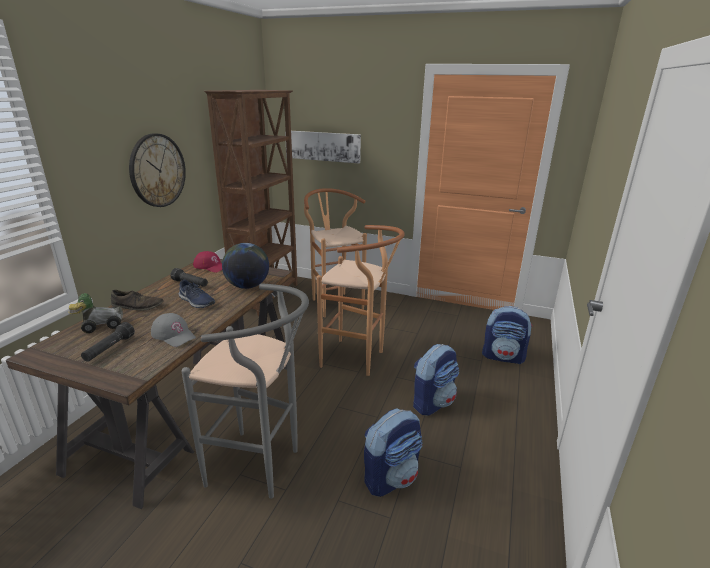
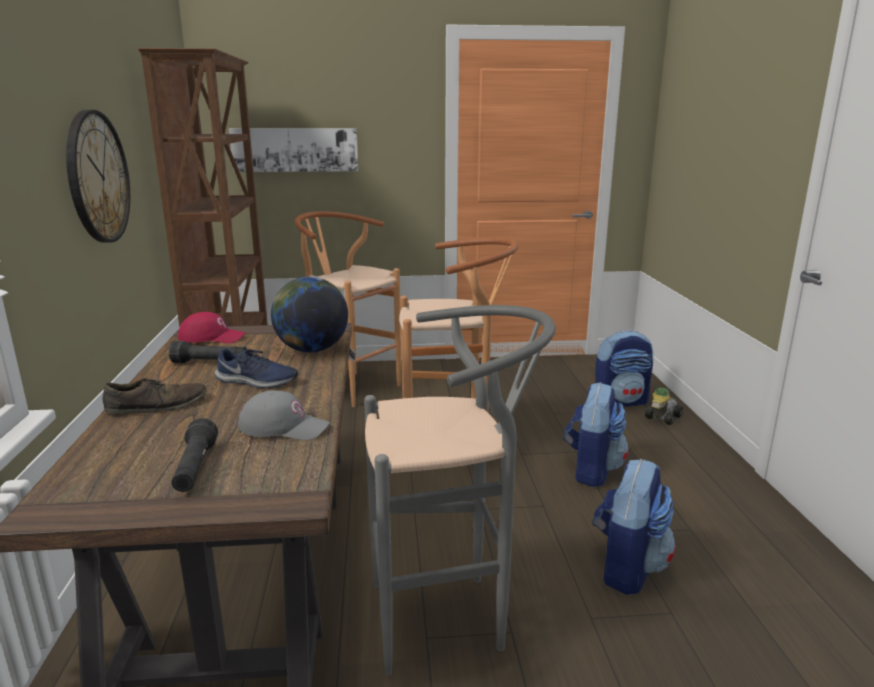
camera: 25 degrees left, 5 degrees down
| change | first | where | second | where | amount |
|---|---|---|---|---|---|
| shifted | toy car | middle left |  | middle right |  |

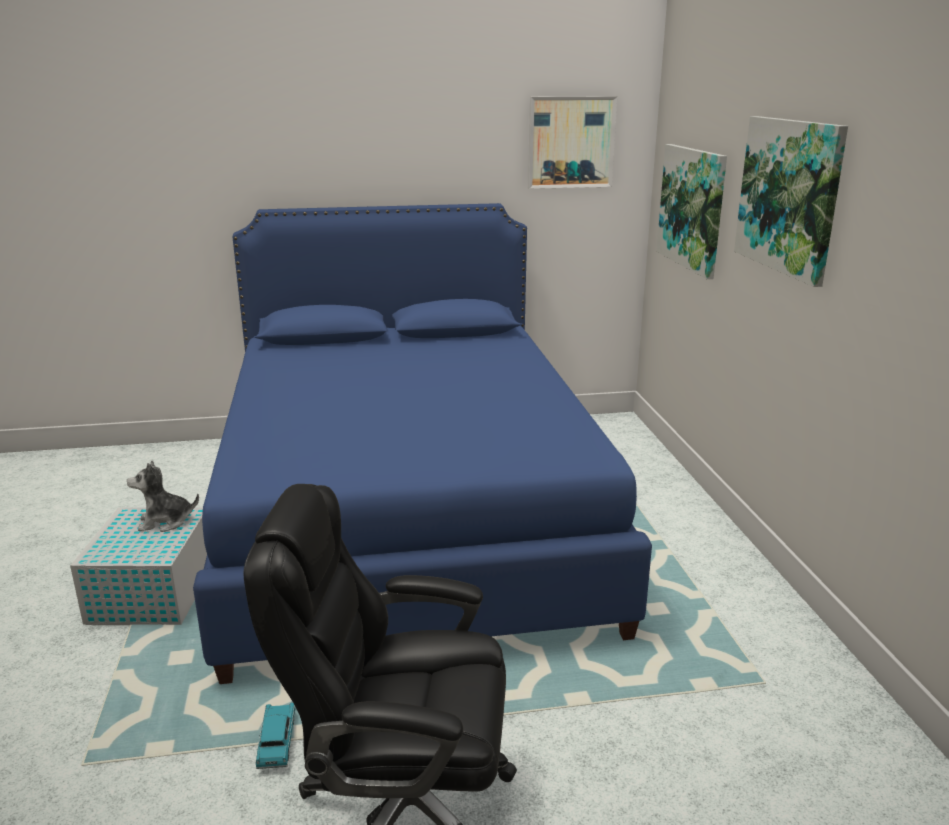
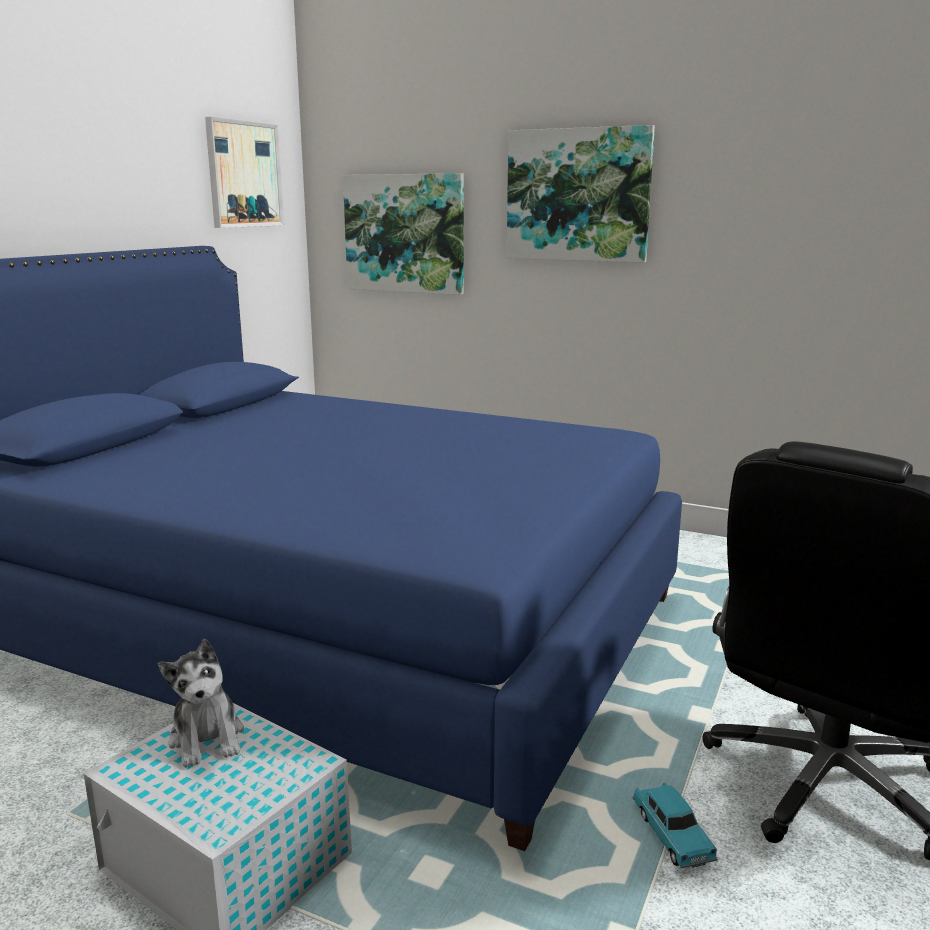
camera: 55 degrees left, 5 degrees down
| change | first | where | second | where | amount |
|---|---|---|---|---|---|
| rotated | plush toy | middle left |  | bottom left | 45 degrees counterclockwise |
| rotated | toy car in turquoise | bottom left |  | bottom right | 135 degrees counterclockwise |

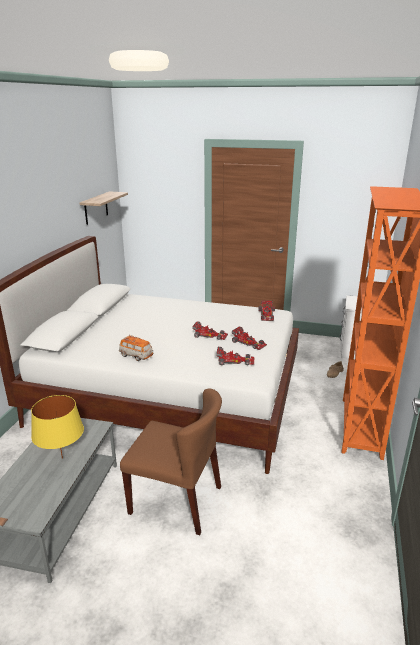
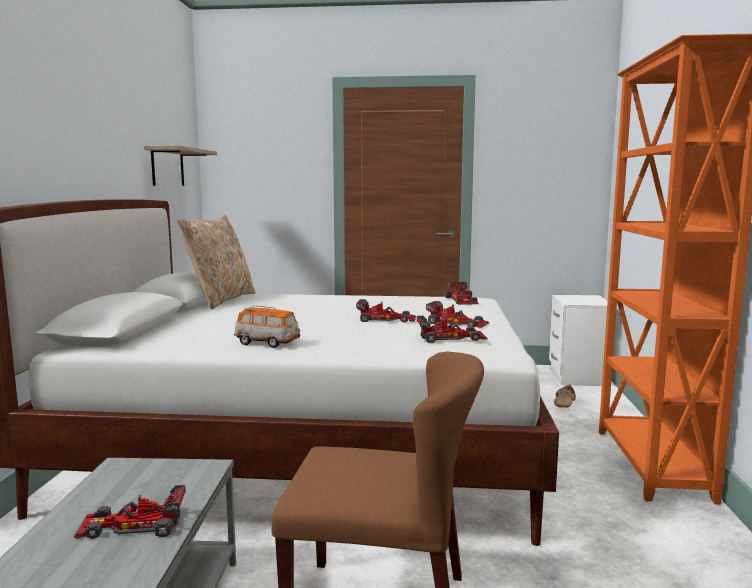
camera: 10 degrees left, 15 degrees down
| change | first | where | second | where | amount |
|---|---|---|---|---|---|
| swapped | table lamp in yellow | middle left | toy car (no. 1 from left) | bottom left |  |
| new |  |  | pillow in beige | middle left |  |

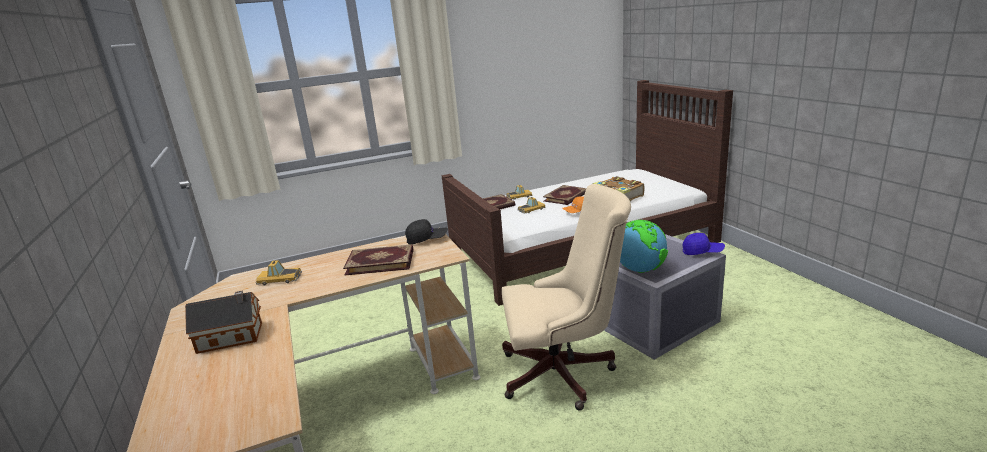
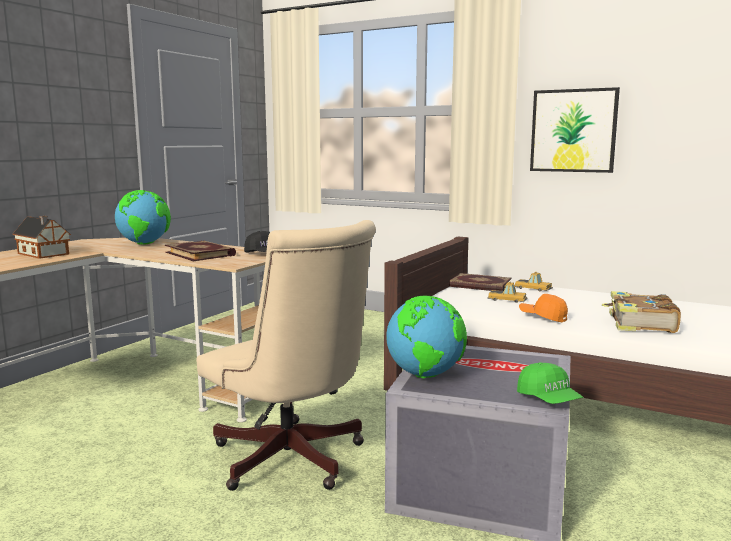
camera: 50 degrees right, 10 degrees down
| change | first | where | second | where | amount |
|---|---|---|---|---|---|
| gone | book (no. 3 from left) | centre |  |  |  |
| repainted | cap in blue | middle right | cap in green | bottom right |  |
| swapped | toy car (no. 1 from left) | middle left | globe (no. 1 from left) | middle left |  |
| new |  |  | picture | top right |  |

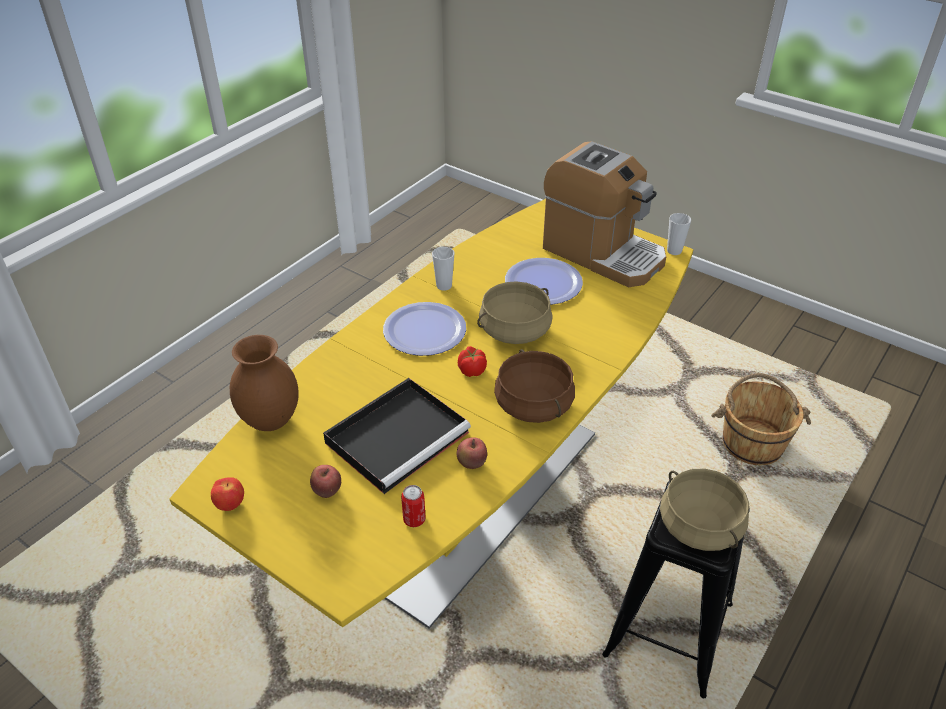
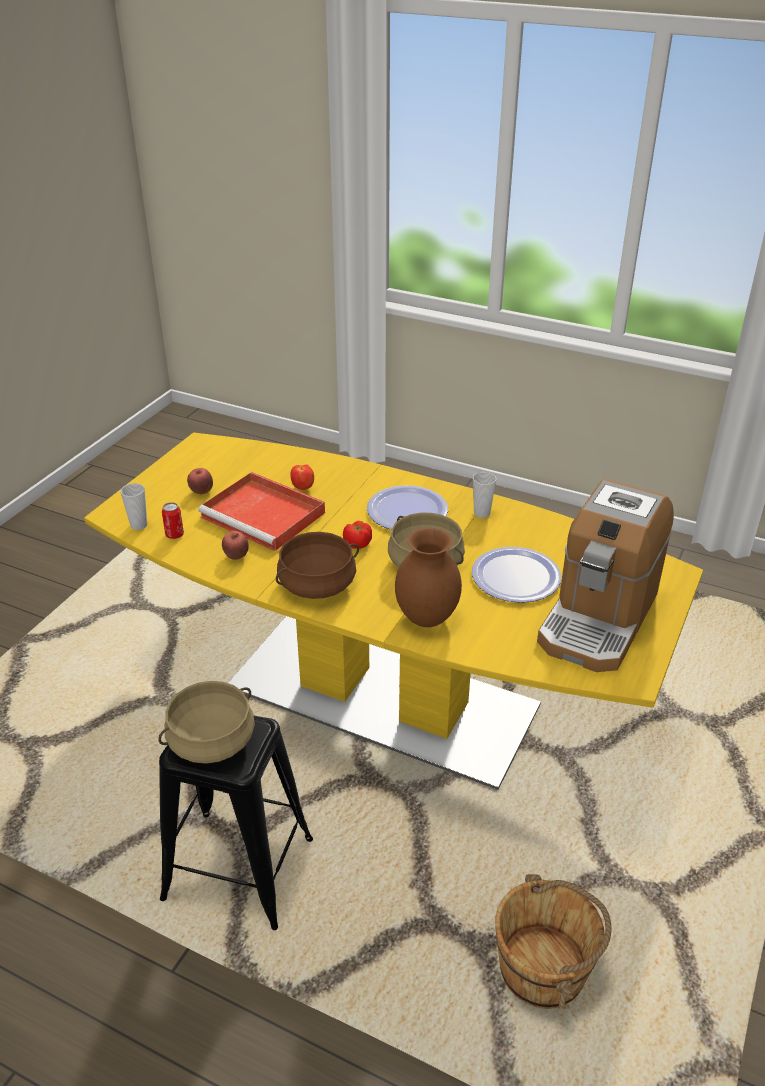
camera: 80 degrees right, 5 degrees down
| change | first | where | second | where | amount |
|---|---|---|---|---|---|
| shifted | cup (no. 2 from left in the first image) | top right | cup (no. 1 from left) | middle left |  |
| shifted | vase in brown | middle left |  | centre |  |
| repainted | tray in black | centre | tray in red | centre |  |
| shifted | apple (no. 1 from left in the first image) | bottom left | apple (no. 3 from left) | centre |  |

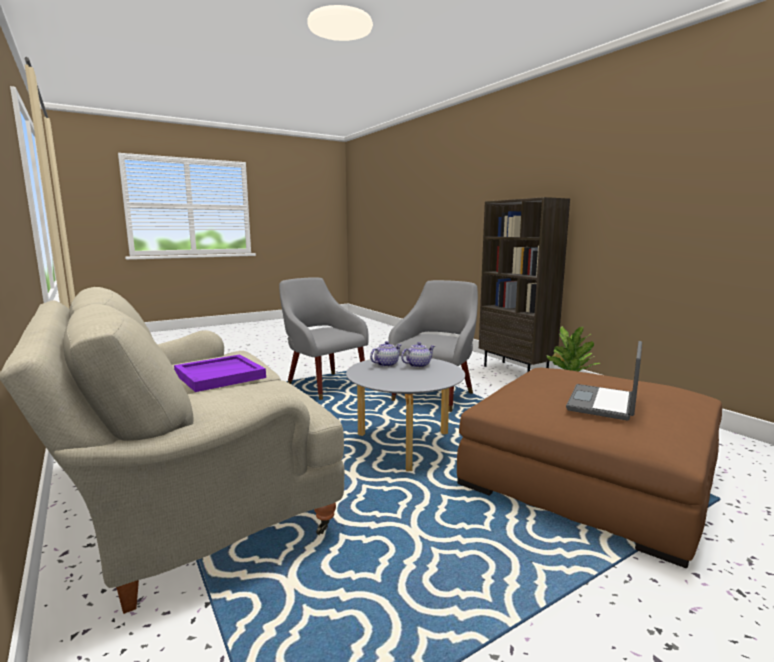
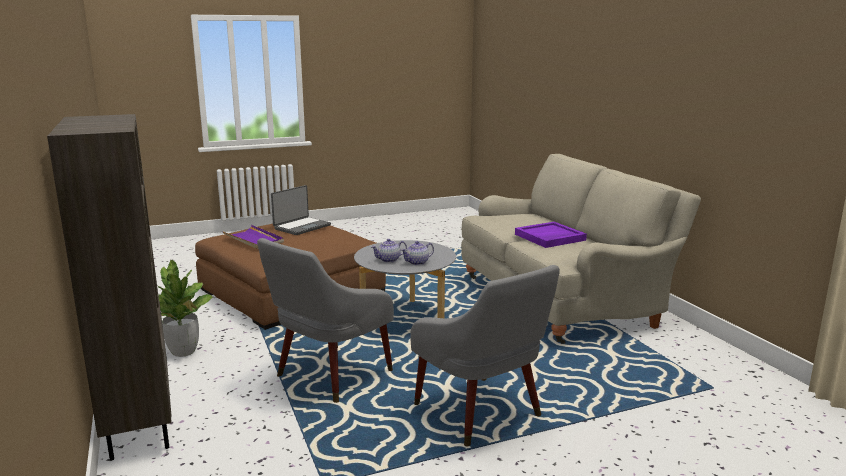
camera: 170 degrees left, 5 degrees up
| change | first | where | second | where | amount |
|---|---|---|---|---|---|
| new |  |  | tray in purple (no. 1 from left) | middle left |  |

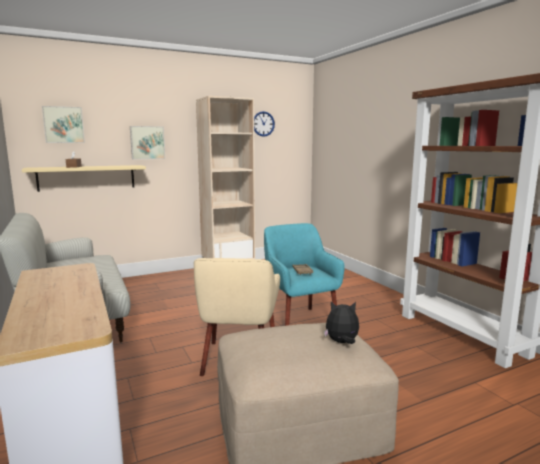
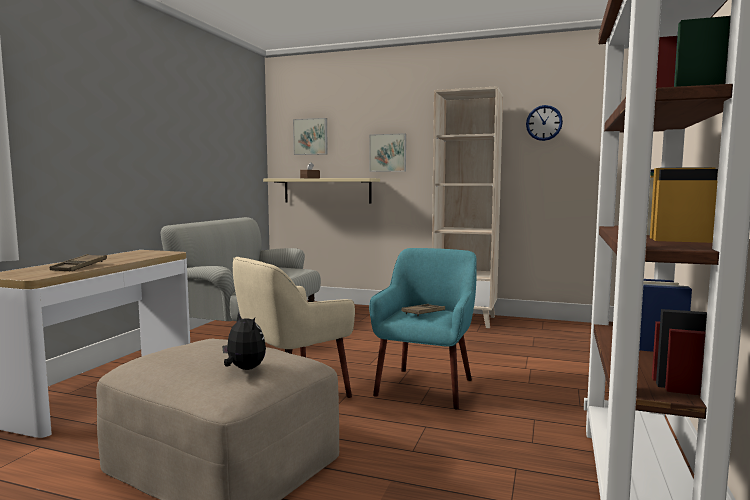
camera: 45 degrees right, 5 degrees down
| change | first | where | second | where | amount |
|---|---|---|---|---|---|
| new |  |  | tray in brown (no. 1 from left) | middle left |  |

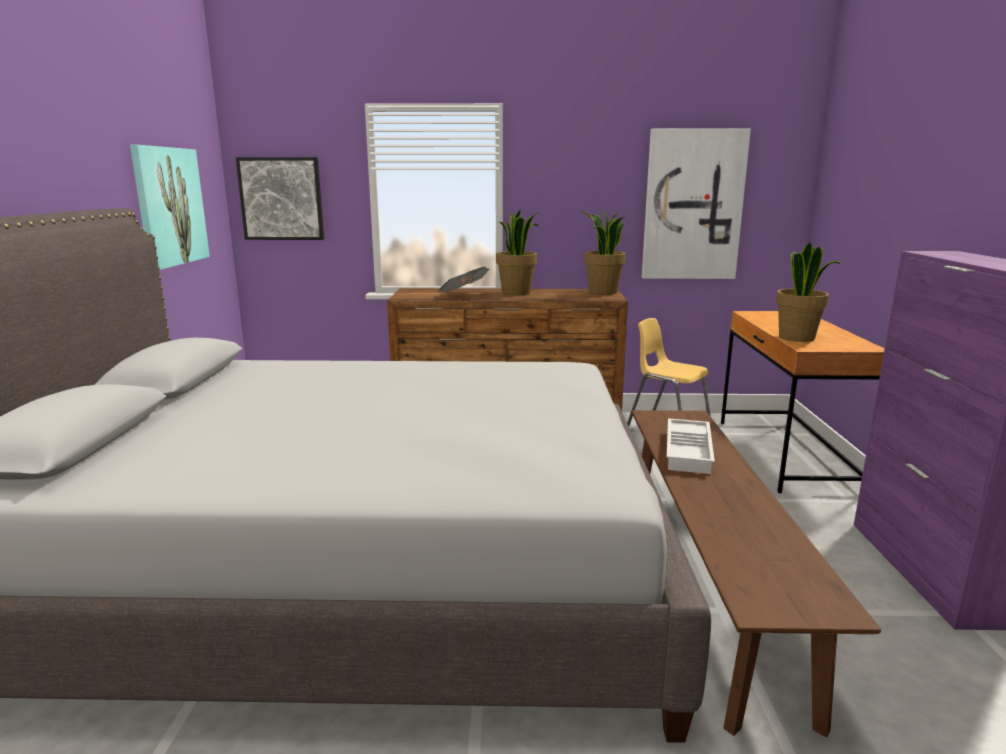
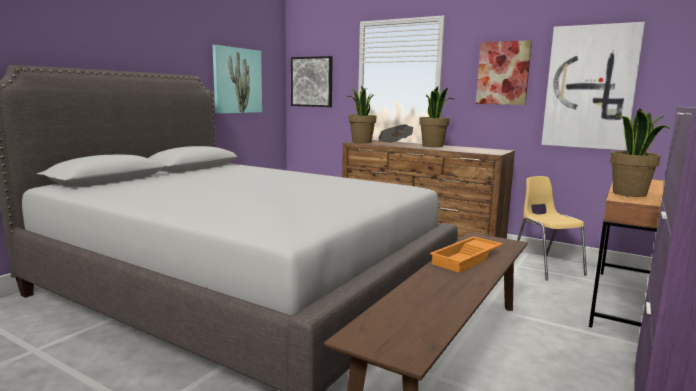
camera: 30 degrees right, 5 degrees down
| change | first | where | second | where | amount |
|---|---|---|---|---|---|
| shifted | potted plant (no. 2 from left in the first image) | centre | potted plant (no. 1 from left) | top centre |  |
| repainted | tray in white | middle right | tray in orange | middle right |  |
| new |  |  | picture (no. 3 from left) | top right |  |

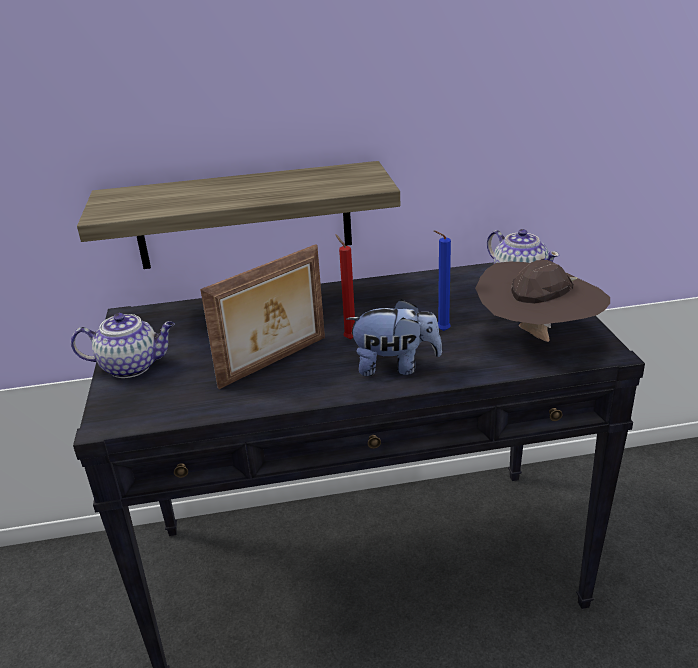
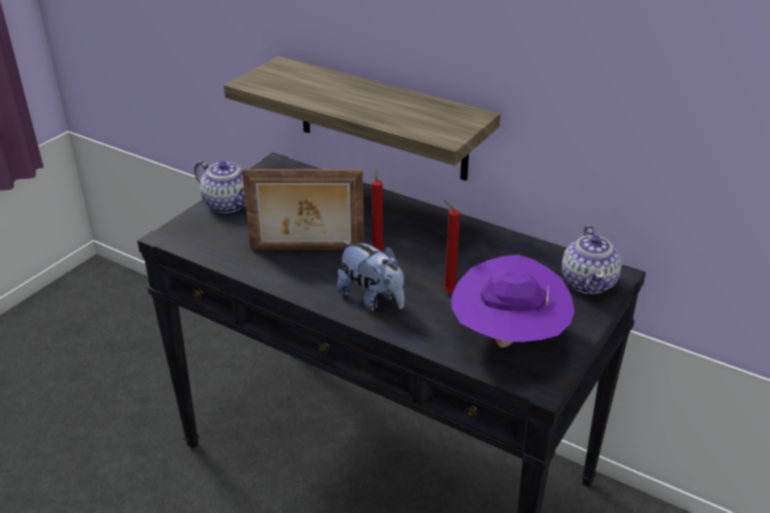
camera: 40 degrees right, 5 degrees up
| change | first | where | second | where | amount |
|---|---|---|---|---|---|
| repainted | candle in blue | centre | candle in red (no. 2 from left) | centre |  |
| repainted | hat in brown | middle right | hat in purple | centre |  |

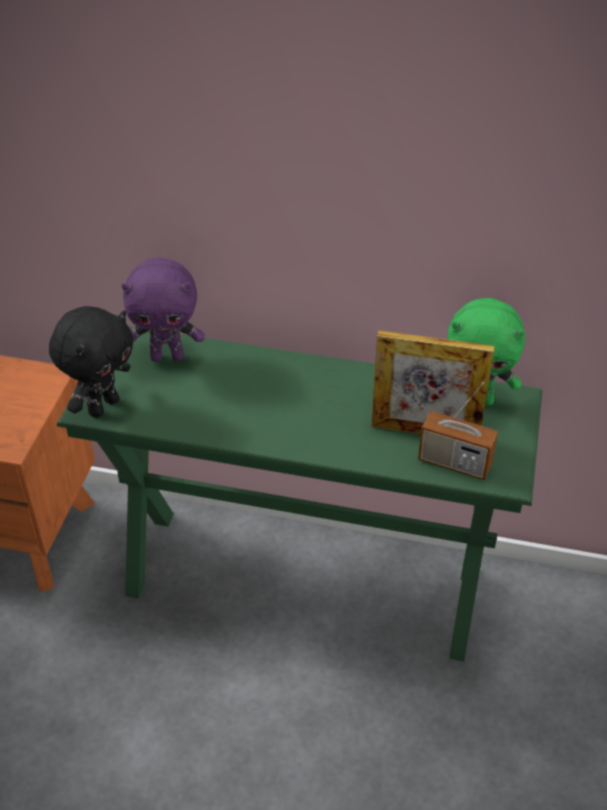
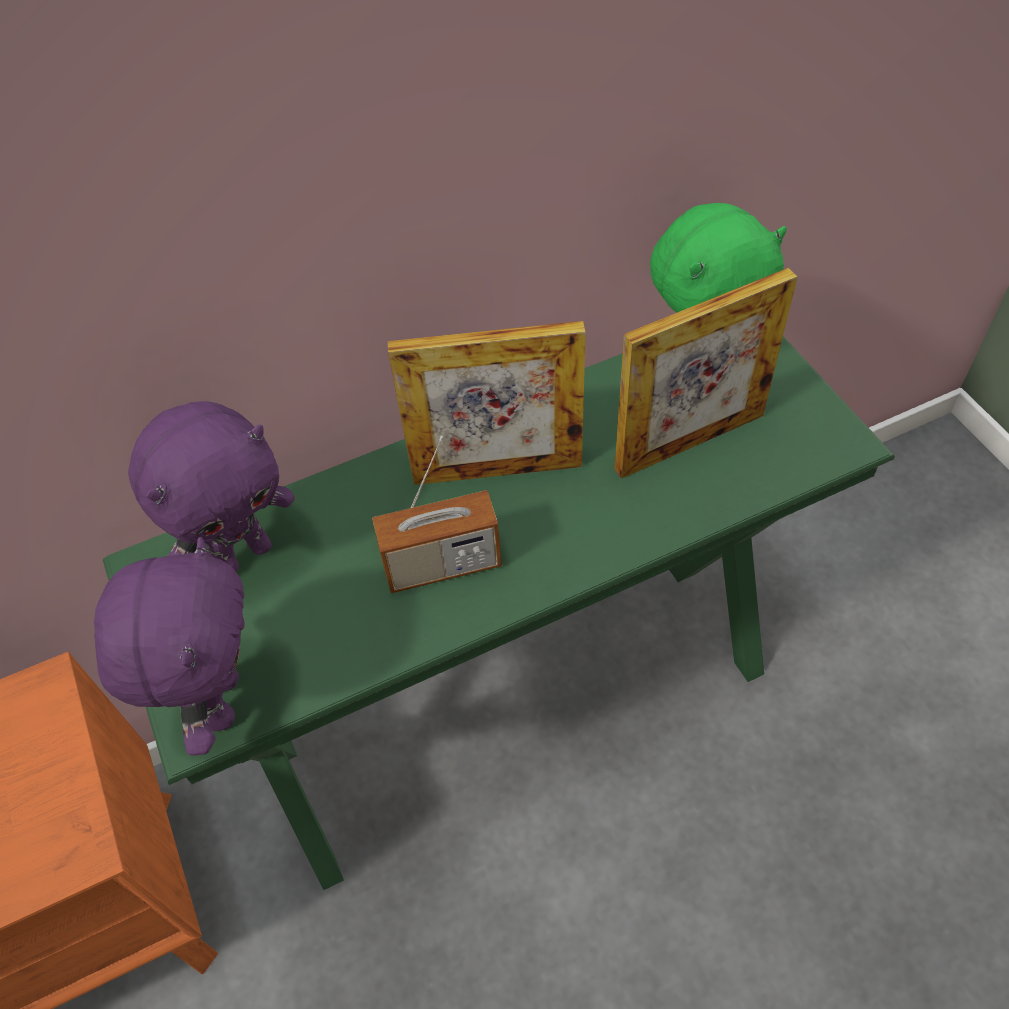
camera: 35 degrees left, 10 degrees up
| change | first | where | second | where | amount |
|---|---|---|---|---|---|
| repainted | plush toy in black | middle left | plush toy in purple (no. 1 from left) | middle left |  |
| shifted | radio | middle right |  | centre |  |
| new |  |  | picture frame (no. 1 from left) | centre |  |

